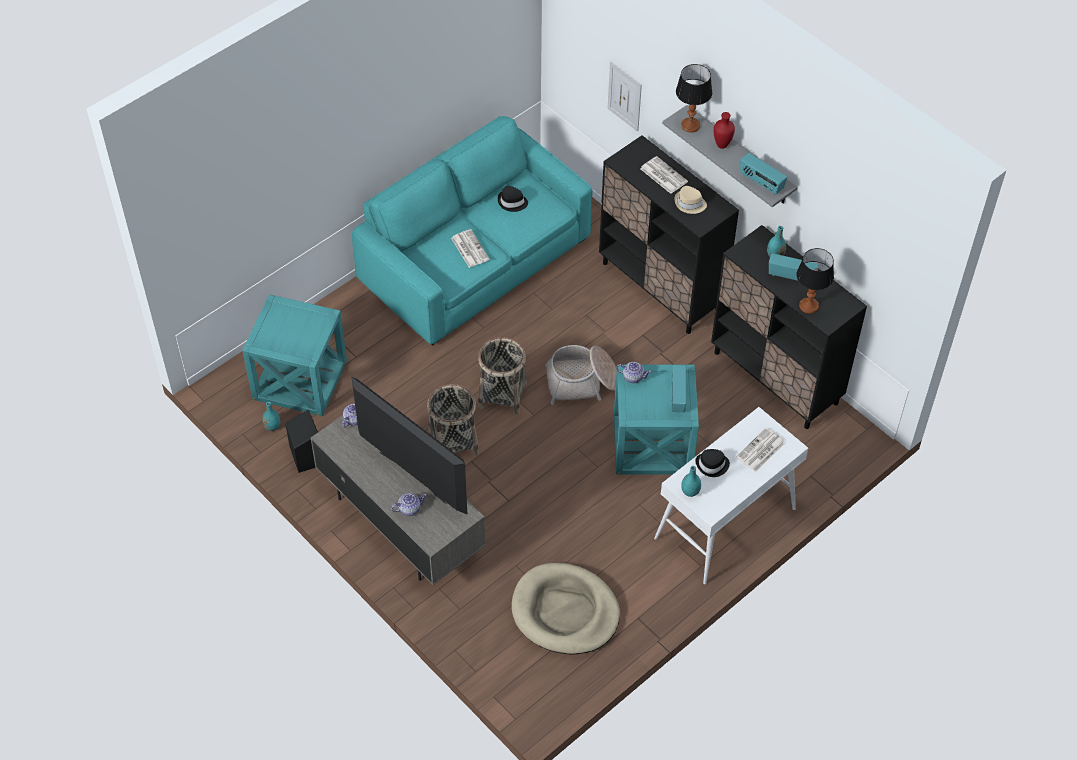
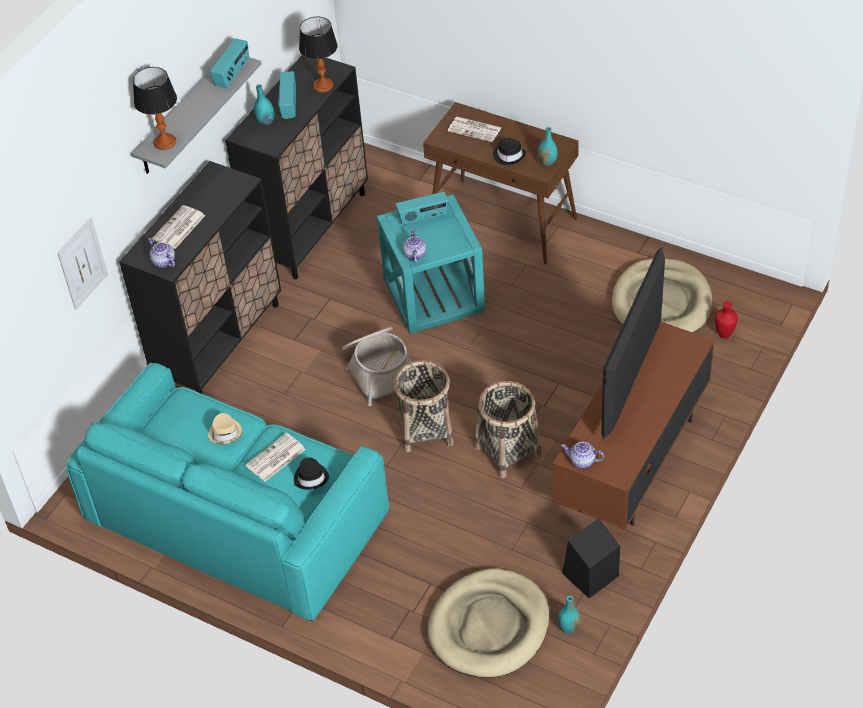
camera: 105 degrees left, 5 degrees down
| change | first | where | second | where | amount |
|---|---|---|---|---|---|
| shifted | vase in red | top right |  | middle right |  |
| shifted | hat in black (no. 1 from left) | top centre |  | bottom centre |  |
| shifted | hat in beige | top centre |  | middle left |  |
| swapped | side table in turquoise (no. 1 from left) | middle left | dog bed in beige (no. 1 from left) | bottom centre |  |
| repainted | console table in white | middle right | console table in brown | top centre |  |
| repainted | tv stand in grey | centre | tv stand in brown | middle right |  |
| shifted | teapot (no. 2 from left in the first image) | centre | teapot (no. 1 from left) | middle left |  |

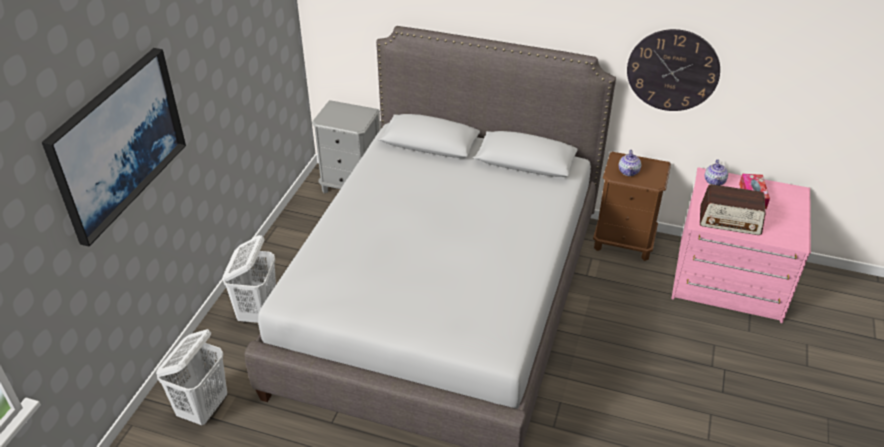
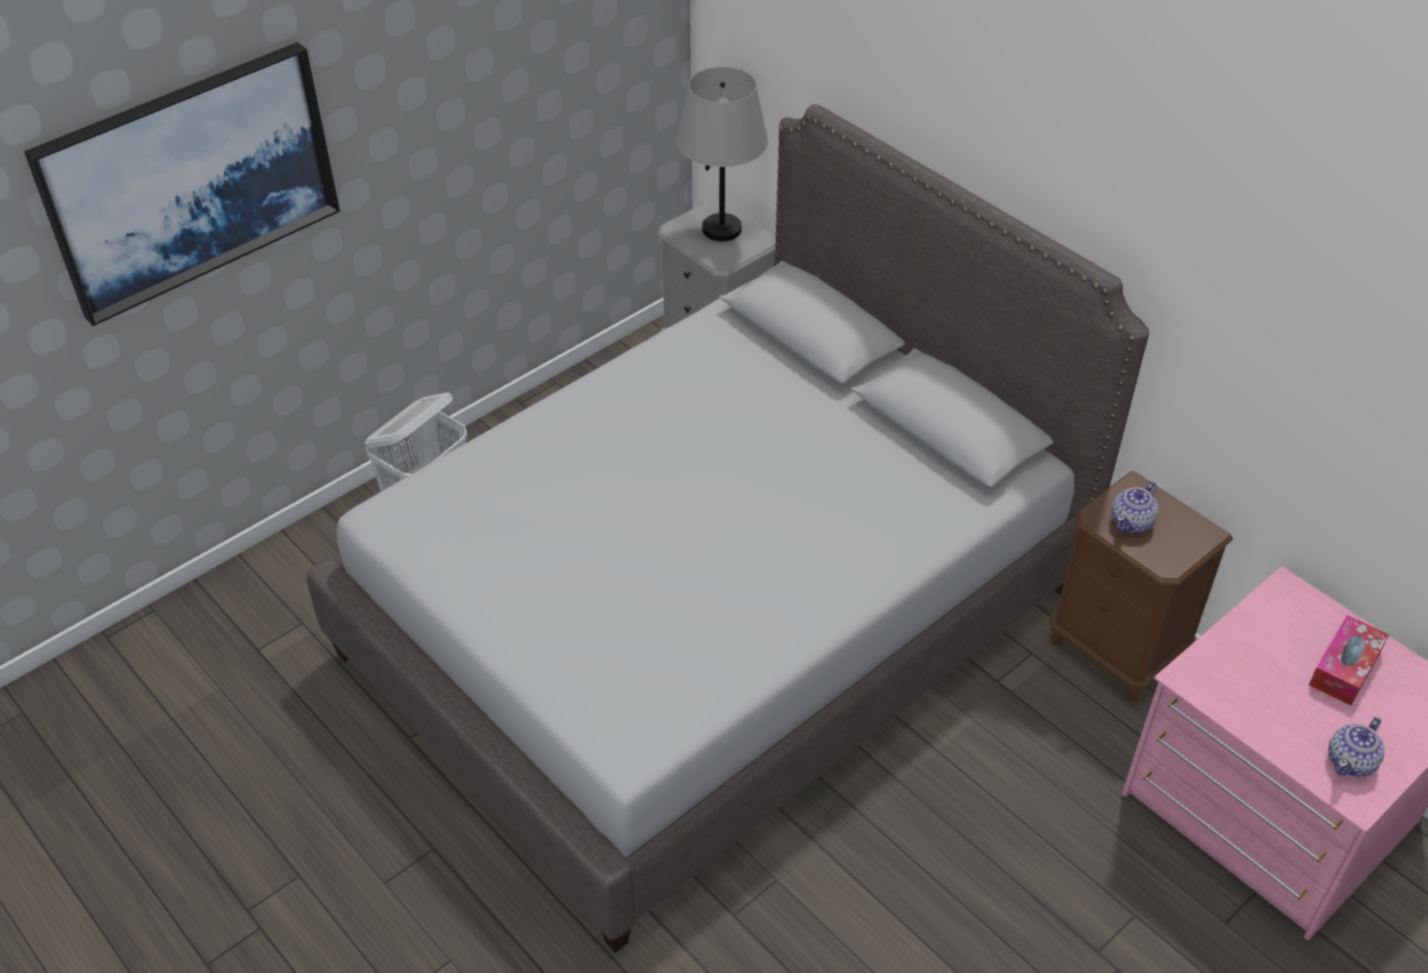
camera: 30 degrees right, 5 degrees up
| change | first | where | second | where | amount |
|---|---|---|---|---|---|
| gone | wall clock | top right |  |  |  |
| shifted | teapot (no. 2 from left) | middle right |  | bottom right |  |
| gone | radio | middle right |  |  |  |
| gone | laundry basket in white (no. 1 from left) | bottom left |  |  |  |
| new |  |  | table lamp in grey | top centre |  |

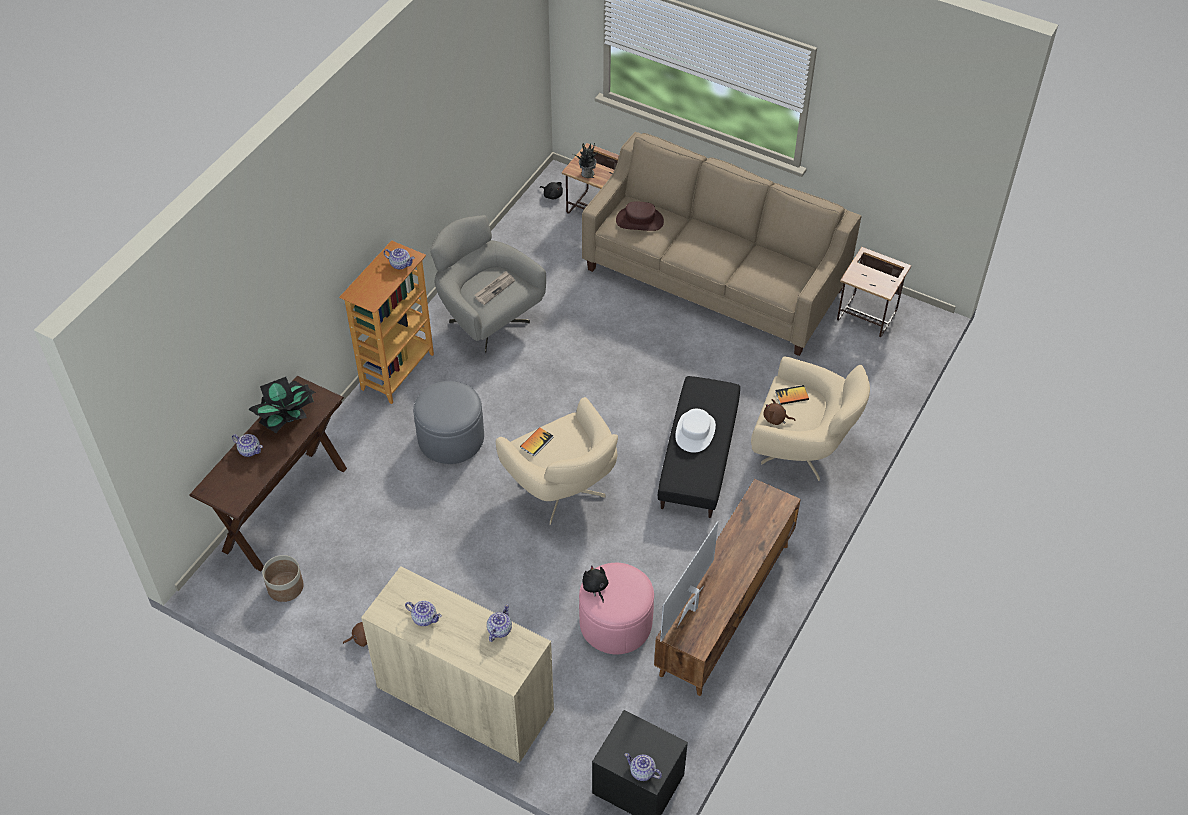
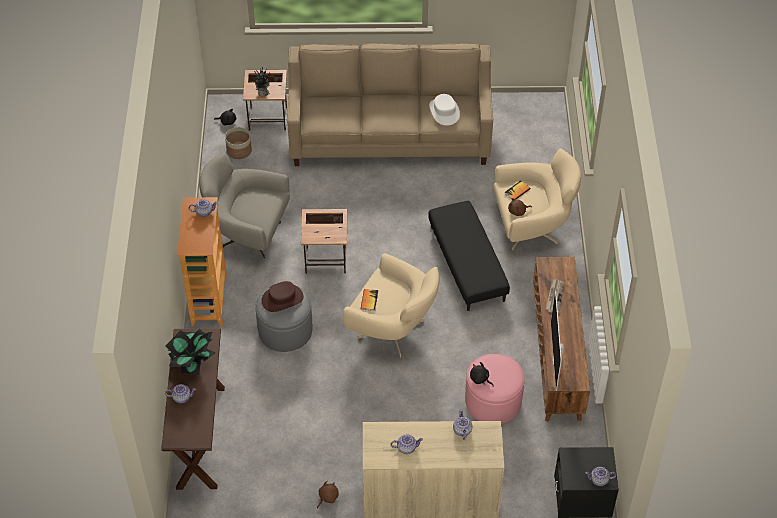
camera: 30 degrees left, 0 degrees up
| change | first | where | second | where | amount |
|---|---|---|---|---|---|
| shifted | hat in brown | top centre |  | centre |  |
| shifted | side table (no. 2 from left) | middle right |  | centre |  |
| shifted | newspaper | centre |  | middle right |  |
| shifted | hat in white | centre |  | top centre |  |
| shifted | planter | bottom left |  | top left |  |

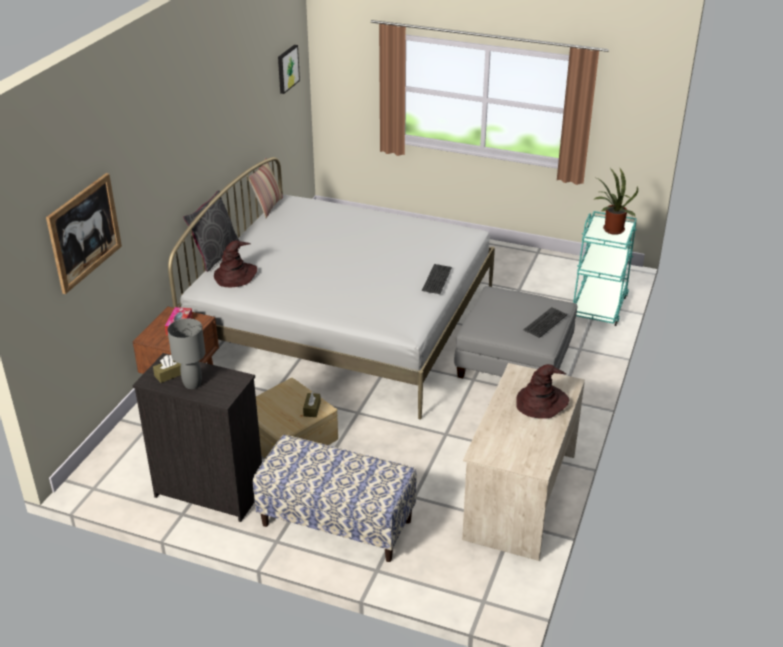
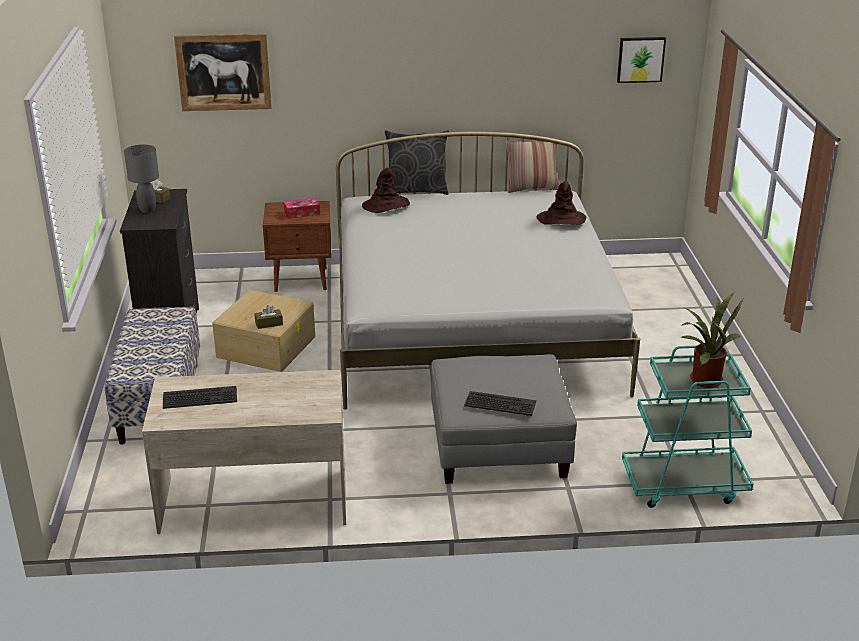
camera: 65 degrees right, 5 degrees down
| change | first | where | second | where | amount |
|---|---|---|---|---|---|
| shifted | keyboard (no. 1 from left) | centre |  | middle left |  |
| shifted | hat in brown (no. 2 from left) | middle right |  | top centre |  |

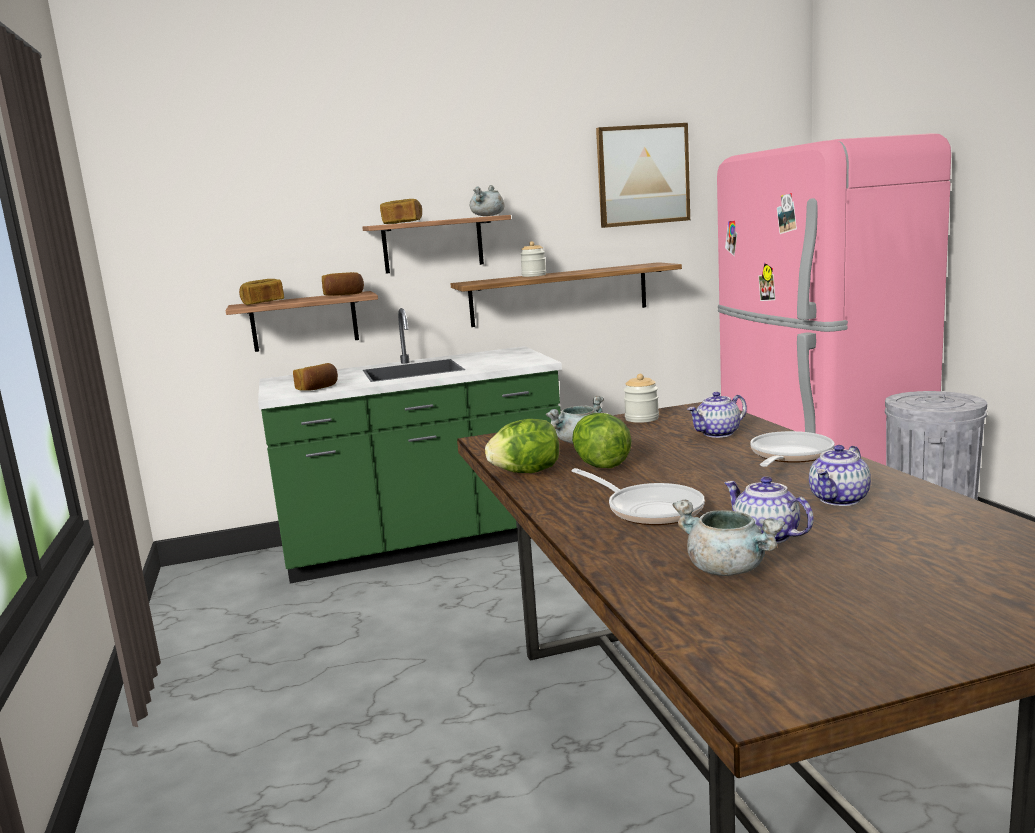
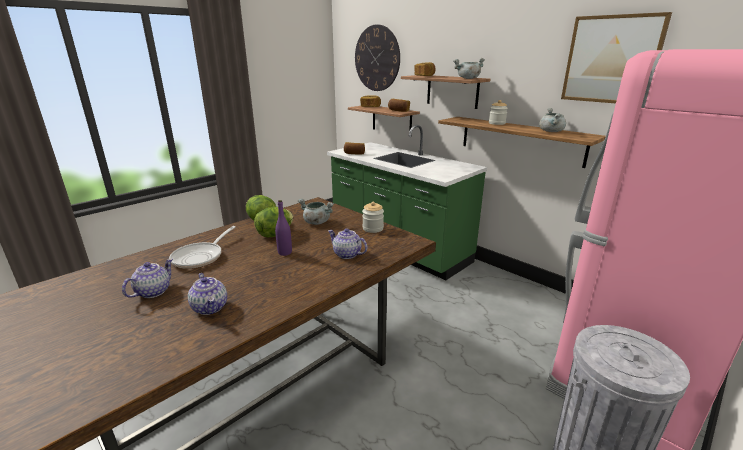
camera: 60 degrees right, 10 degrees up
| change | first | where | second | where | amount |
|---|---|---|---|---|---|
| gone | frying pan (no. 2 from left) | middle right |  |  |  |
| rotated | teapot (no. 3 from left in the first image) | middle right | teapot (no. 2 from left) | middle left | 135 degrees counterclockwise |
| shifted | cooking pot in grey (no. 3 from left) | middle right |  | top right |  |
| new |  |  | wall clock | top centre |  |
| new |  |  | bottle in purple | centre |  |

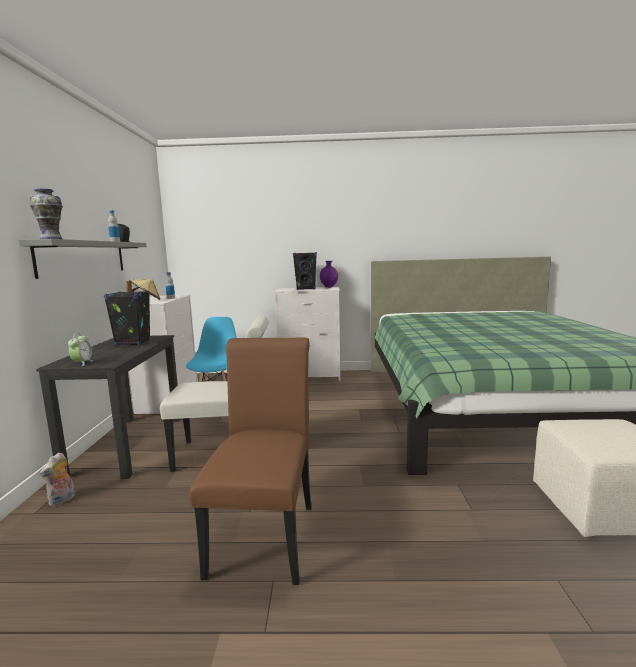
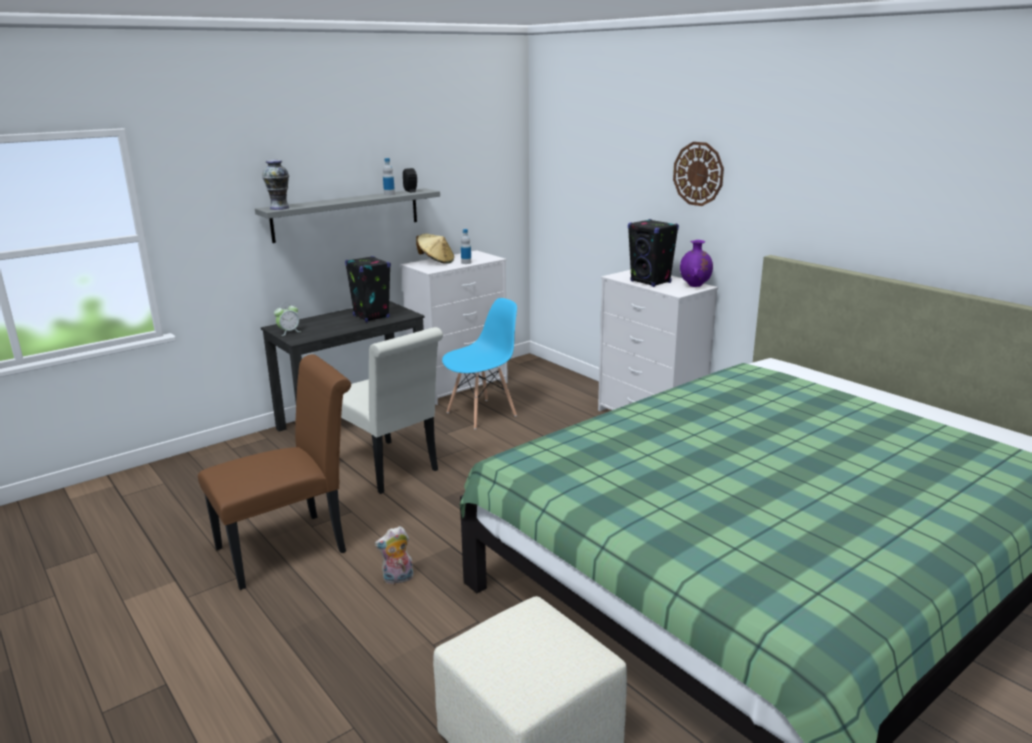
camera: 50 degrees right, 10 degrees up
| change | first | where | second | where | amount |
|---|---|---|---|---|---|
| shifted | plush toy | bottom left |  | bottom centre |  |
| new |  |  | wall clock | top right |  |

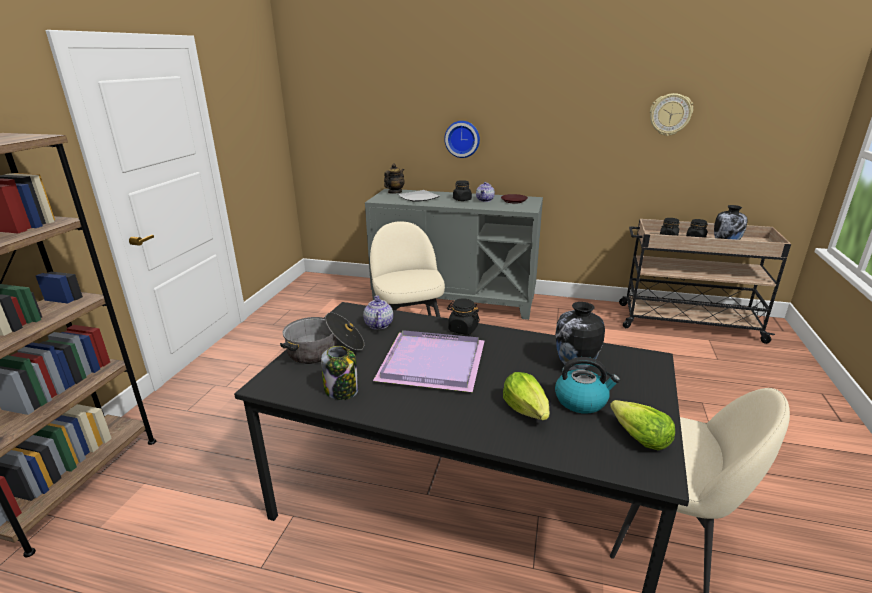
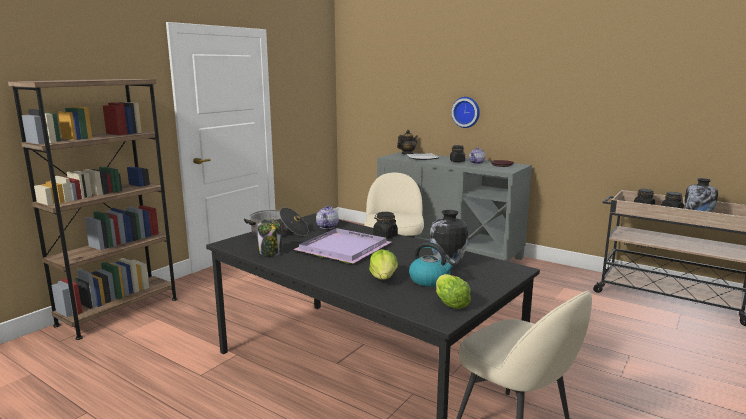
camera: 20 degrees right, 10 degrees down
| change | first | where | second | where | amount |
|---|---|---|---|---|---|
| gone | wall clock (no. 2 from left) | top right |  |  |  |

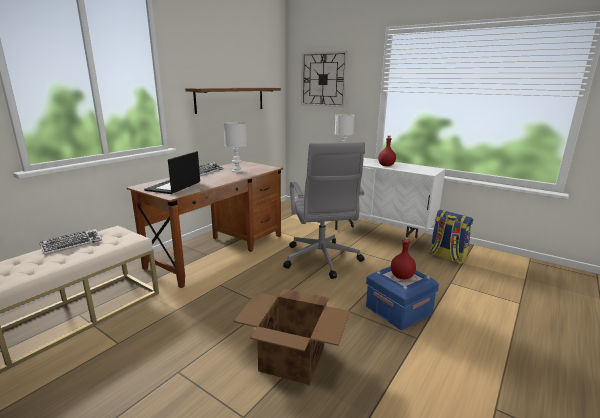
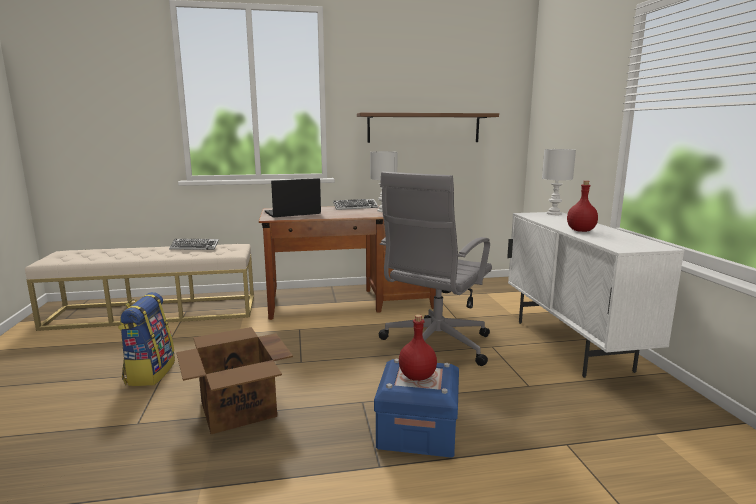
camera: 45 degrees right, 5 degrees down
| change | first | where | second | where | amount |
|---|---|---|---|---|---|
| gone | wall clock | top centre |  |  |  |
| shifted | backpack | middle right |  | bottom left |  |

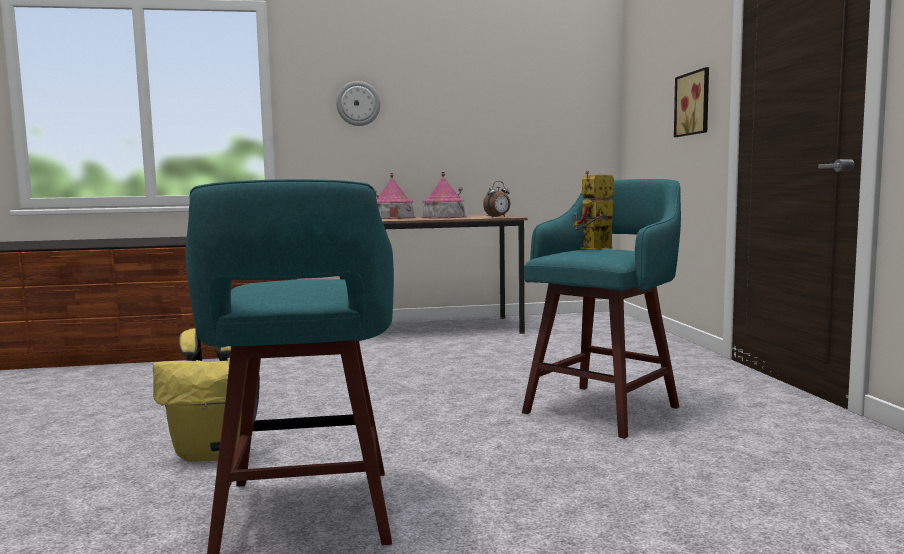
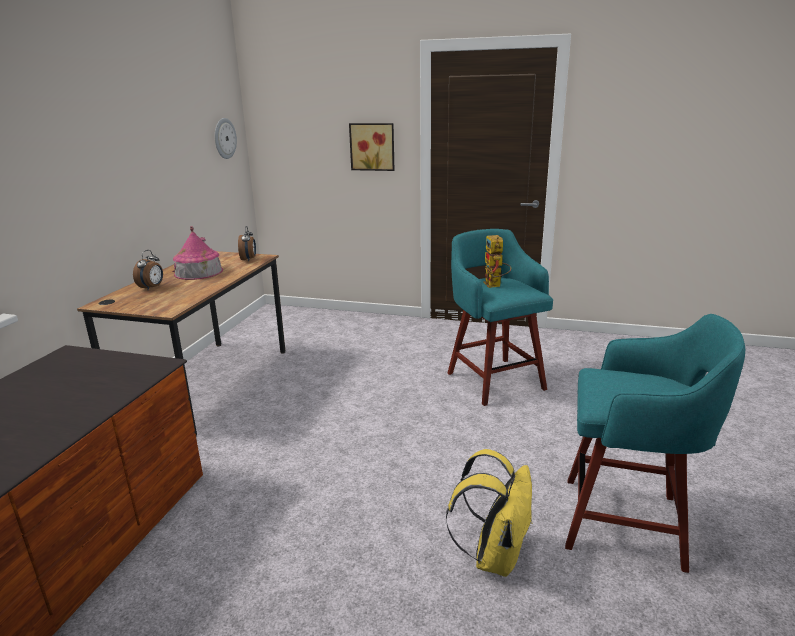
camera: 65 degrees left, 15 degrees up
| change | first | where | second | where | amount |
|---|---|---|---|---|---|
| shifted | wall clock | top centre |  | top left |  |
| swapped | toy house (no. 1 from left) | centre | alarm clock (no. 1 from left) | middle left |  |

